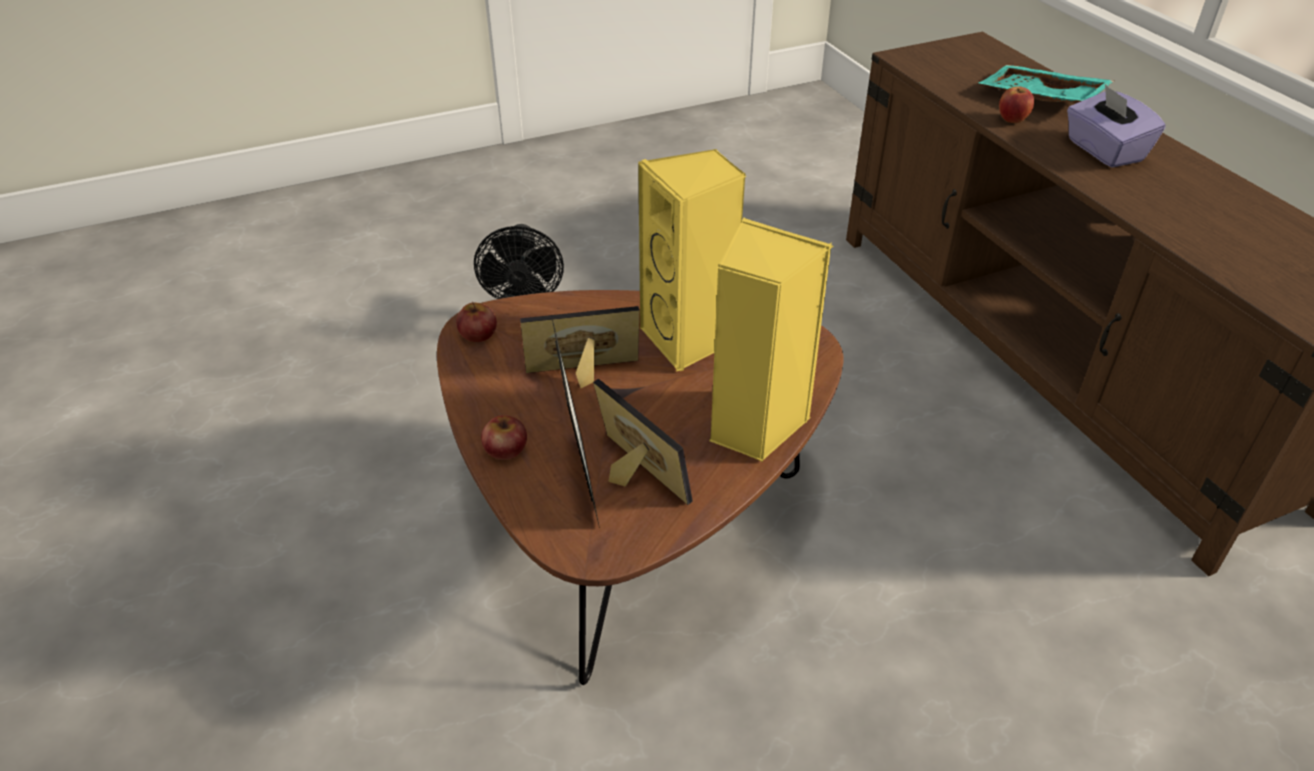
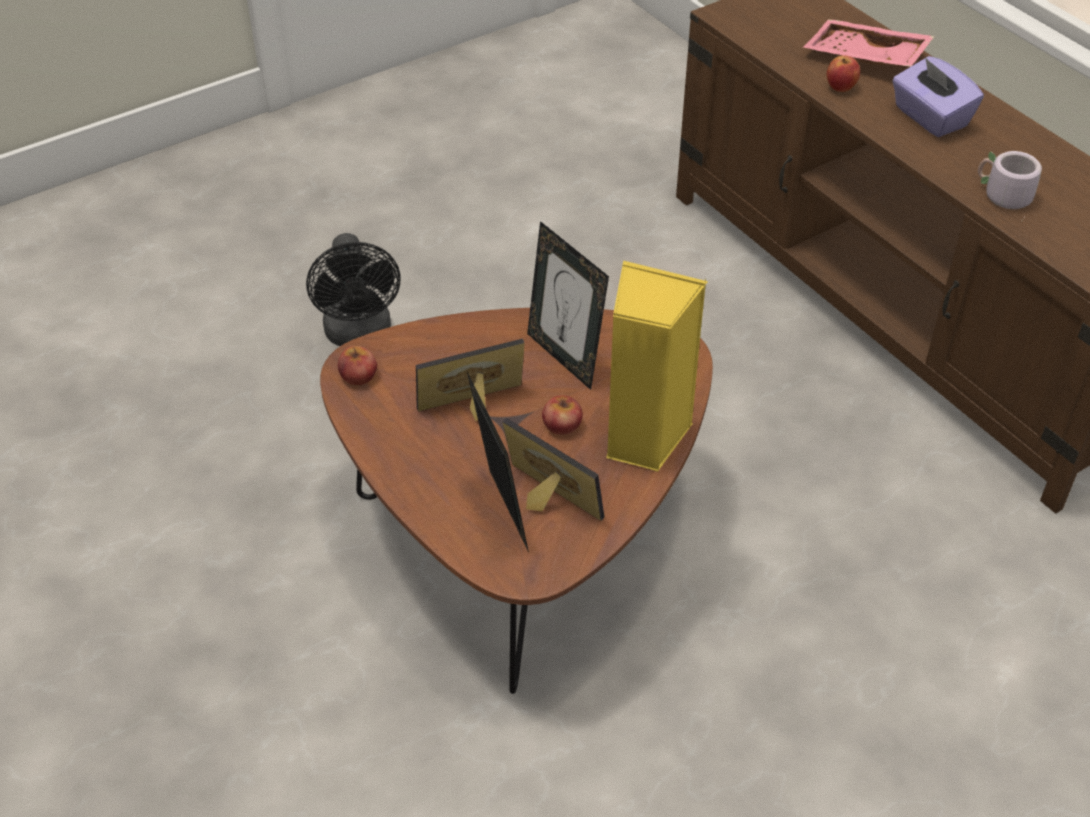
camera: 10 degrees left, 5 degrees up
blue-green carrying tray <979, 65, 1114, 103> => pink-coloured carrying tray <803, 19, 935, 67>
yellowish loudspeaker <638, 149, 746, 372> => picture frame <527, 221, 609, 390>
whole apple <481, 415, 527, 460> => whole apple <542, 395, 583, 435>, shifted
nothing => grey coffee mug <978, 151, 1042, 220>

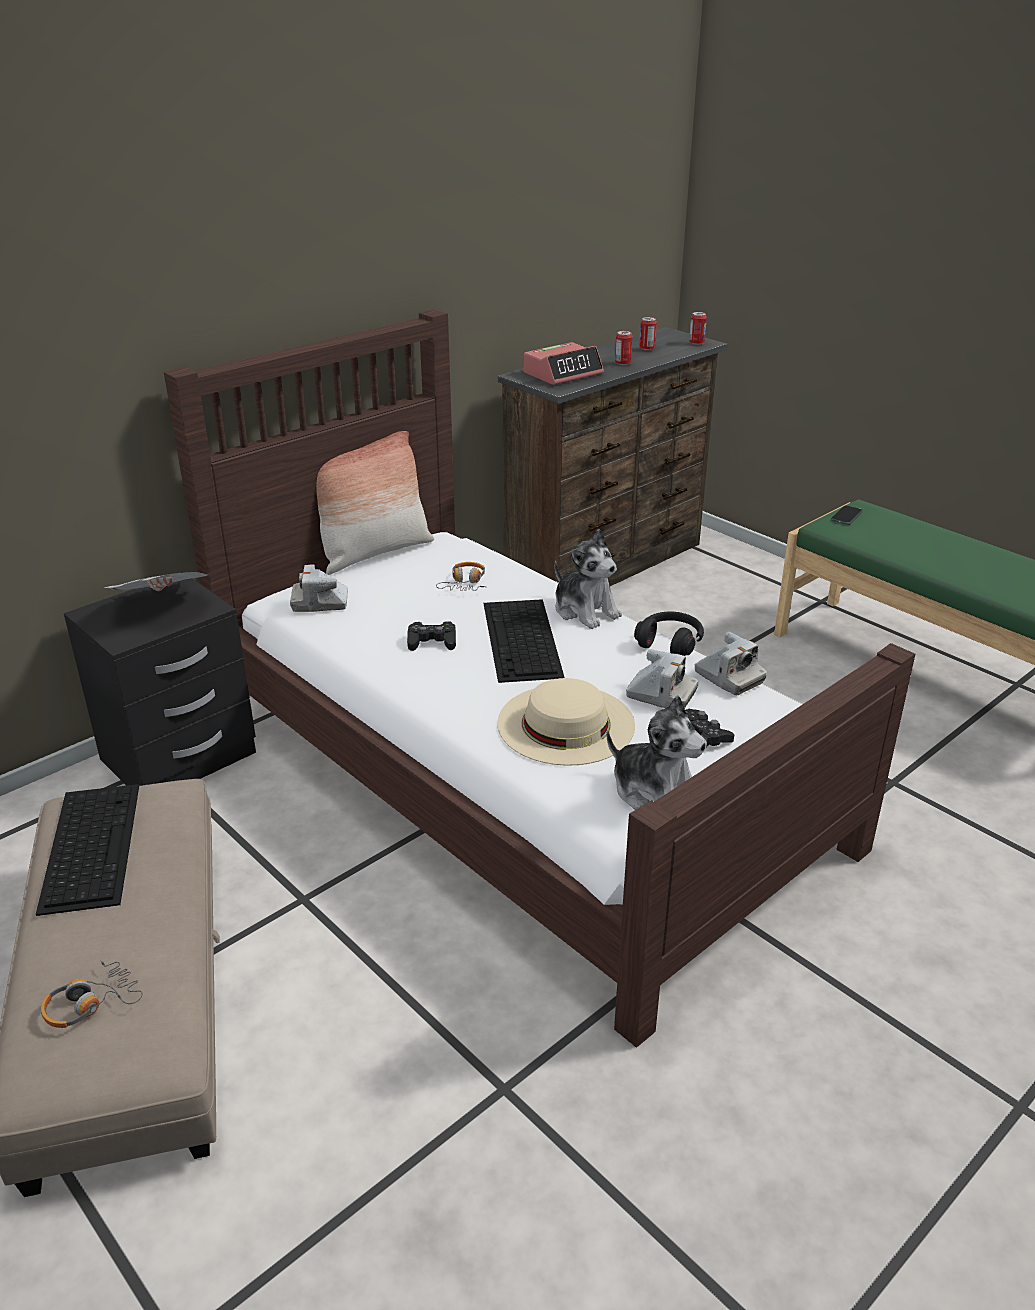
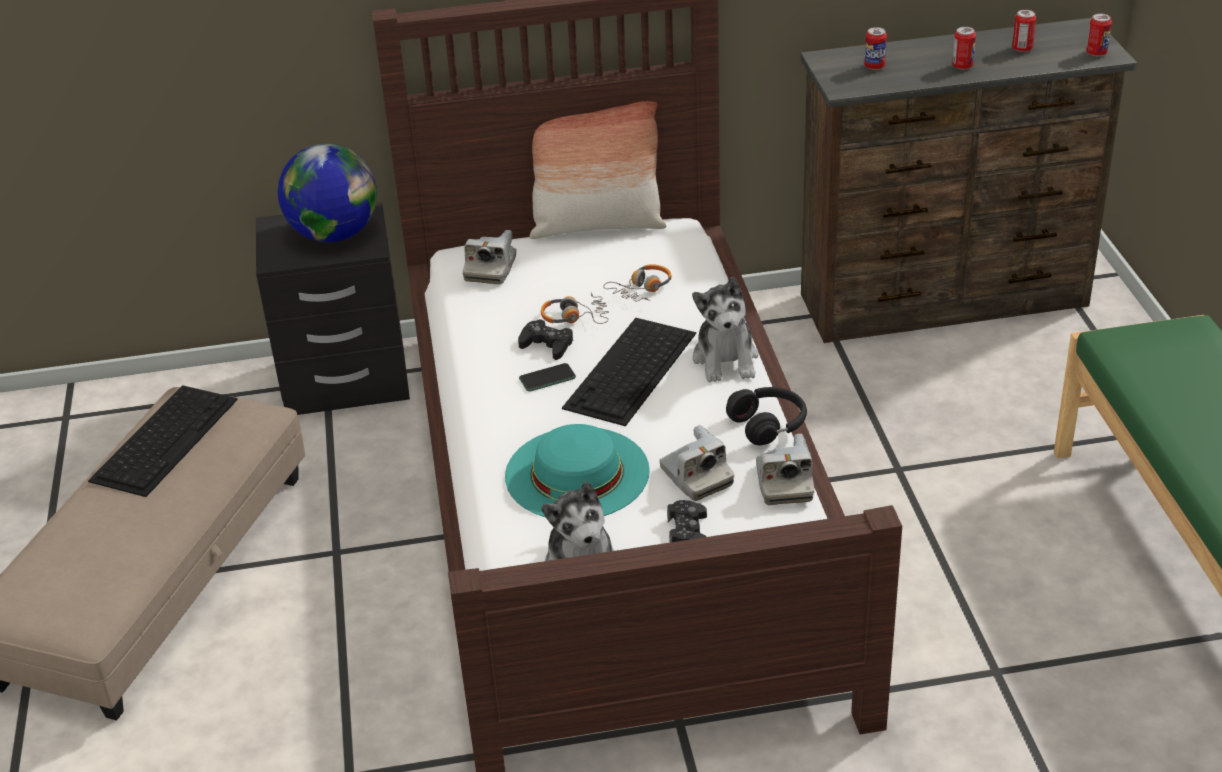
camera: 35 degrees right, 5 degrees up
alarm clock <524, 342, 604, 385> => sealed can <865, 27, 887, 70>
telephone <831, 505, 863, 525> => telephone <519, 363, 576, 392>, shifted
photo camera <290, 564, 348, 612> => photo camera <463, 230, 516, 284>, 105 degrees counterclockwise
printed paper <104, 572, 209, 591> => world globe <278, 144, 377, 242>
beige hat <497, 678, 635, 766> => blue-green hat <505, 424, 650, 517>
headset <41, 959, 143, 1028> => headset <541, 292, 609, 324>, shifted

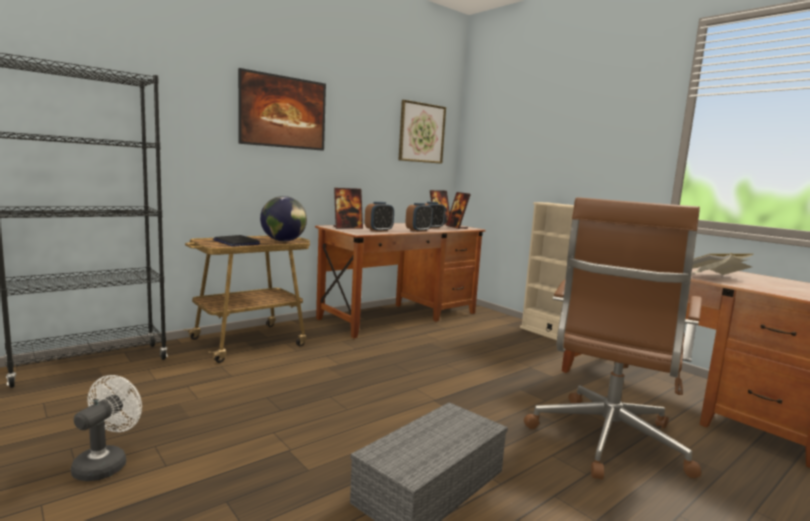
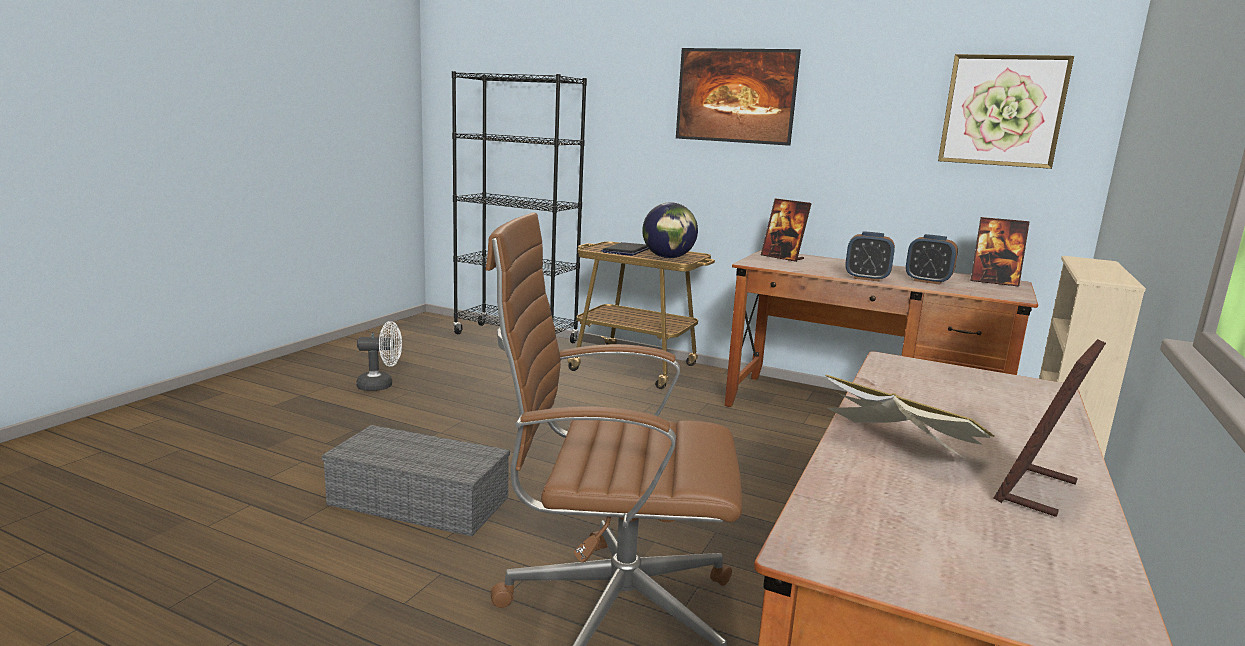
camera: 65 degrees right, 5 degrees up
picture frame <446, 192, 471, 229> => picture frame <994, 339, 1106, 517>, shifted
alarm clock <365, 202, 394, 232> => nothing

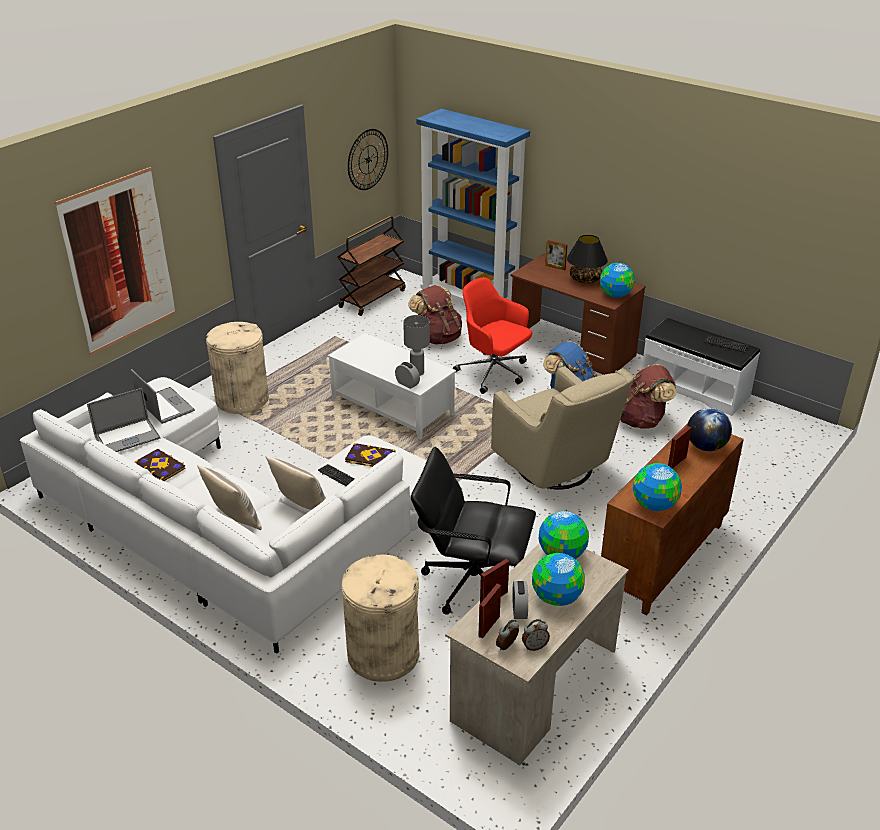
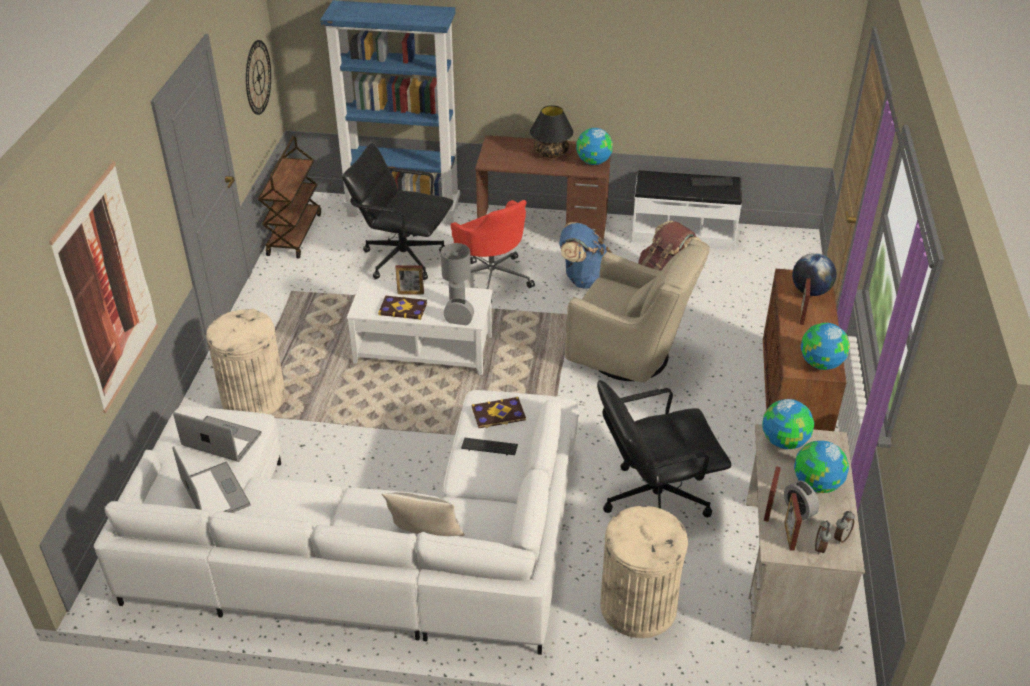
camera: 30 degrees left, 5 degrees up
picture frame <545, 240, 568, 270> => picture frame <395, 265, 424, 295>, shifted
reddish office chair <453, 277, 532, 394> => reddish office chair <451, 200, 535, 303>, 135 degrees counterclockwise
brownish knapsack <408, 285, 462, 345> => blackish office chair <342, 143, 453, 280>
laptop <87, 388, 160, 452> => laptop <173, 446, 251, 516>, 60 degrees counterclockwise
volume <135, 449, 186, 481> => volume <378, 296, 427, 320>, shifted
throw pillow <265, 456, 326, 510> => nothing

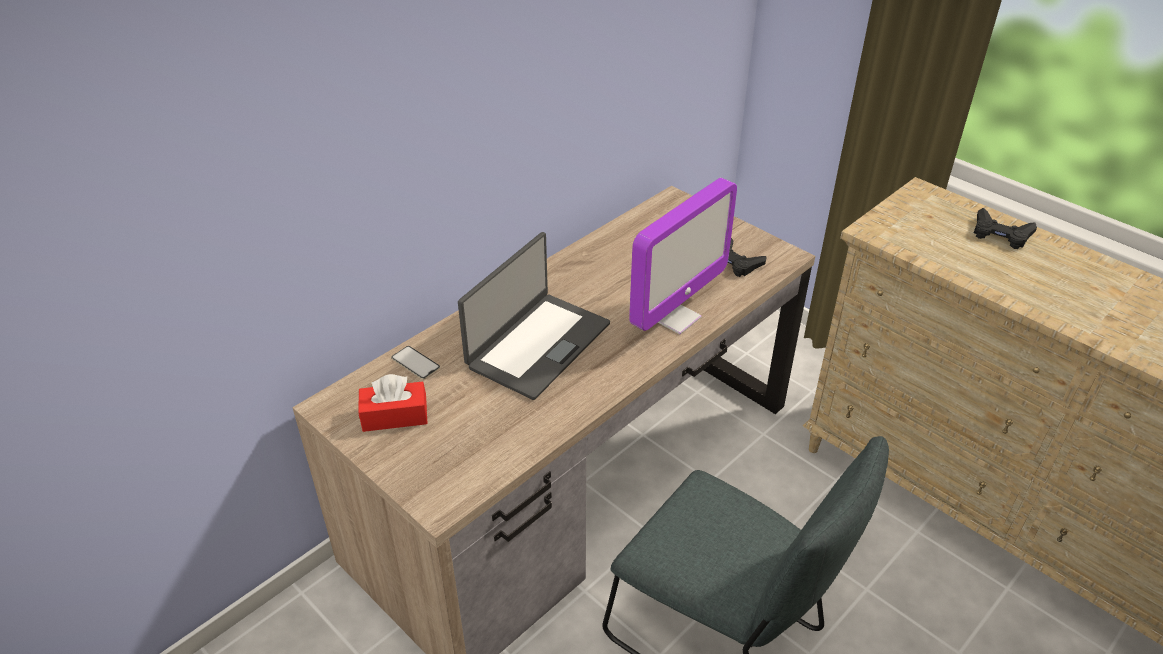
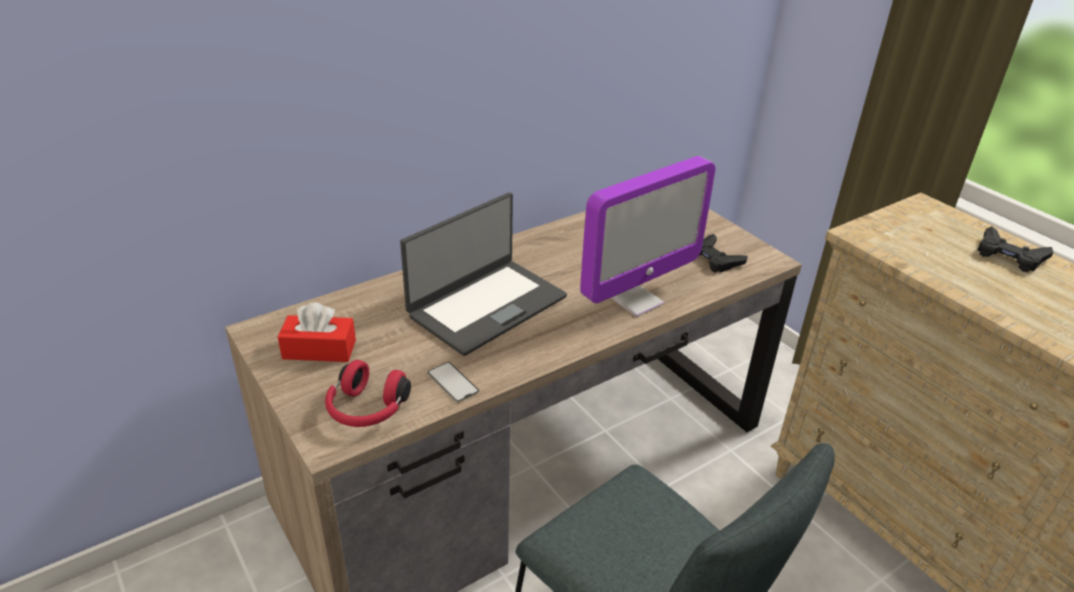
camera: 10 degrees right, 5 degrees down
telephone <391, 346, 440, 379> => telephone <427, 362, 479, 403>, shifted
nothing => reddish headset <325, 360, 411, 427>

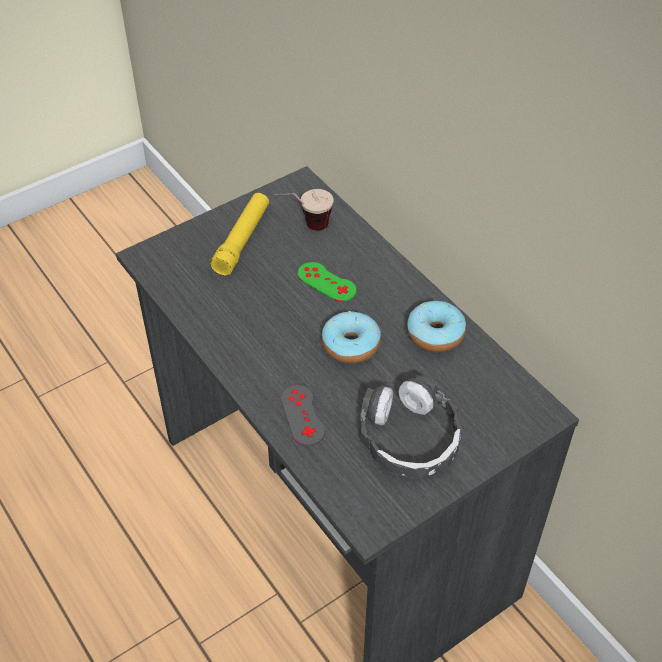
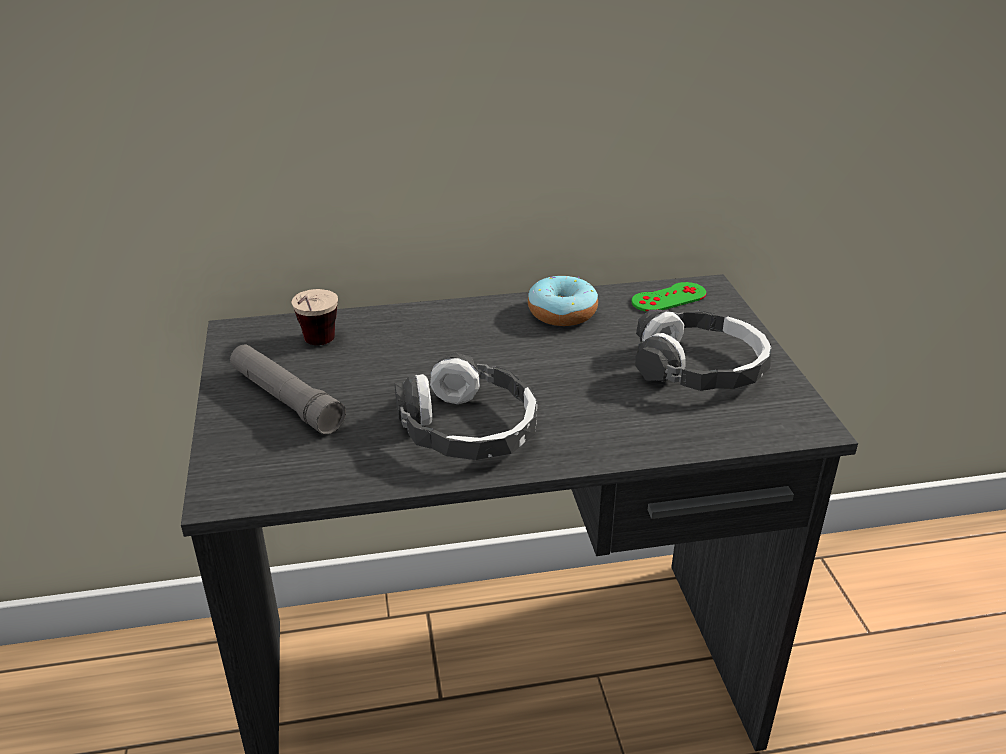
camera: 65 degrees left, 15 degrees down
yellowish hand torch <210, 193, 269, 276> => grey hand torch <230, 344, 346, 435>
green-coloured game controller <298, 262, 357, 302> => green-coloured game controller <632, 282, 706, 312>, shifted
doughnut <322, 311, 381, 363> => nothing
grey game controller <281, 385, 325, 446> => nothing
nothing => headset <395, 352, 538, 460>

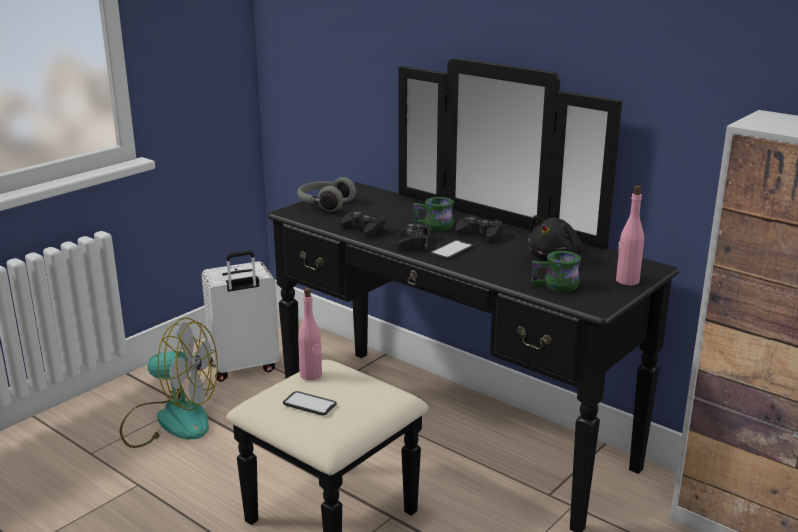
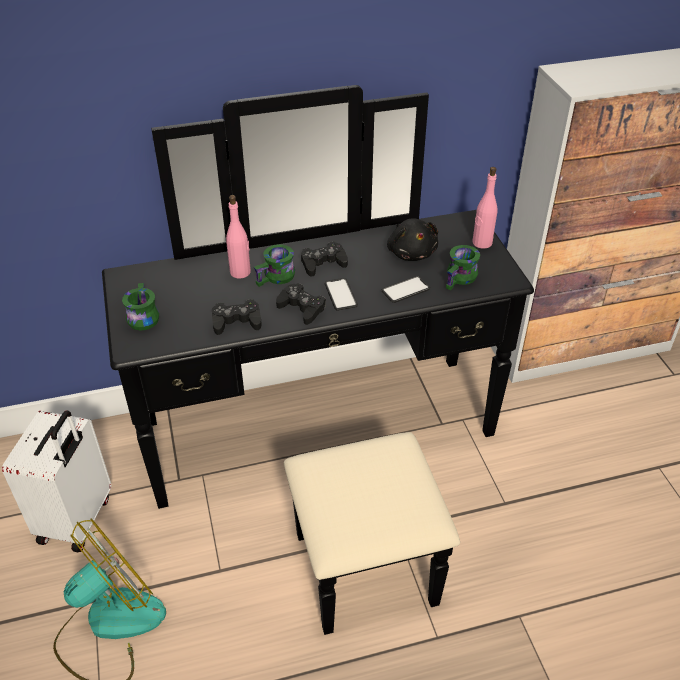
camera: 55 degrees left, 20 degrees up
grey headset <297, 177, 356, 212> => green-coloured coffee mug <122, 283, 159, 330>
pink-coloured bottle <298, 287, 322, 381> => pink-coloured bottle <226, 195, 251, 279>, shifted
telephone <283, 391, 337, 415> => telephone <381, 276, 430, 303>, shifted

